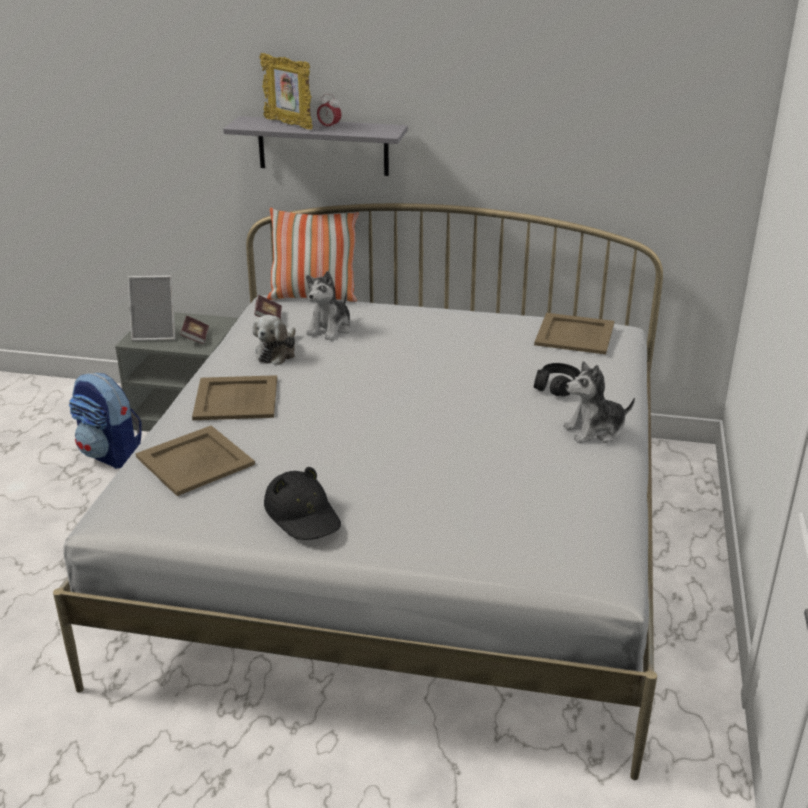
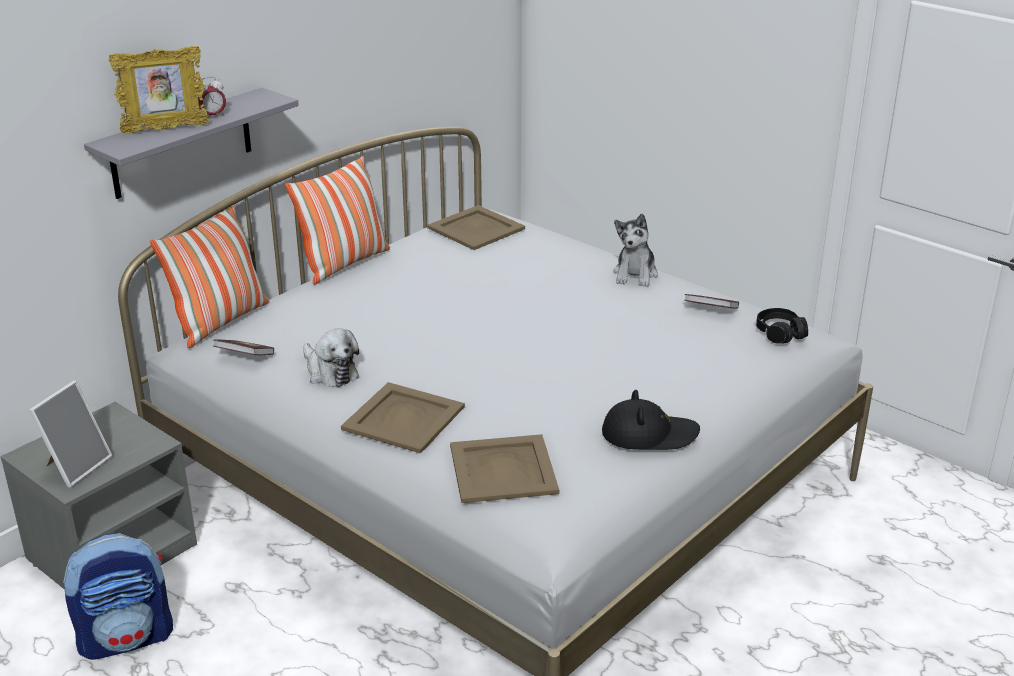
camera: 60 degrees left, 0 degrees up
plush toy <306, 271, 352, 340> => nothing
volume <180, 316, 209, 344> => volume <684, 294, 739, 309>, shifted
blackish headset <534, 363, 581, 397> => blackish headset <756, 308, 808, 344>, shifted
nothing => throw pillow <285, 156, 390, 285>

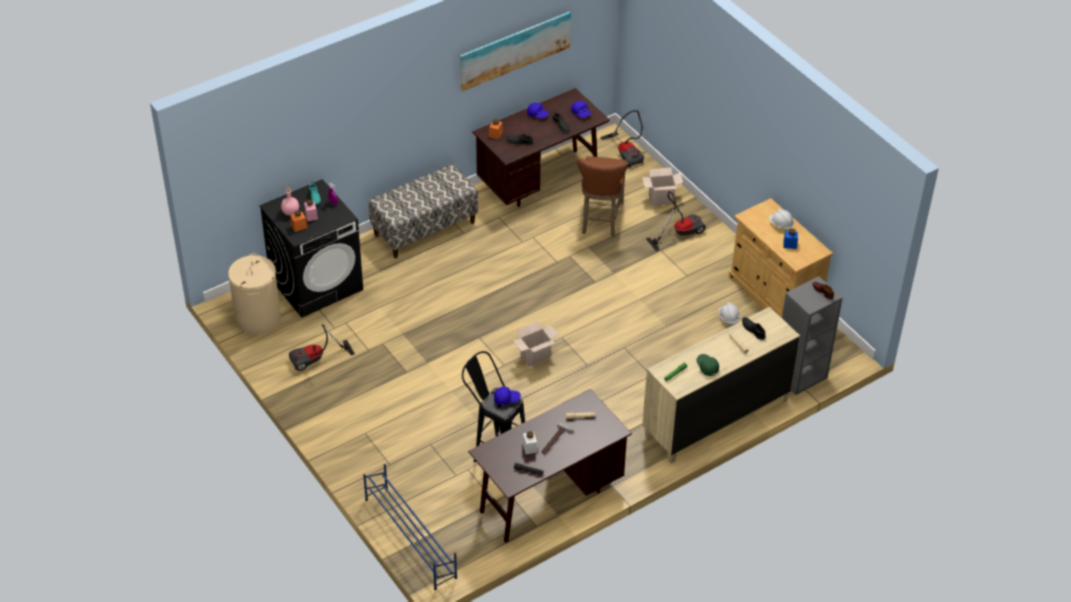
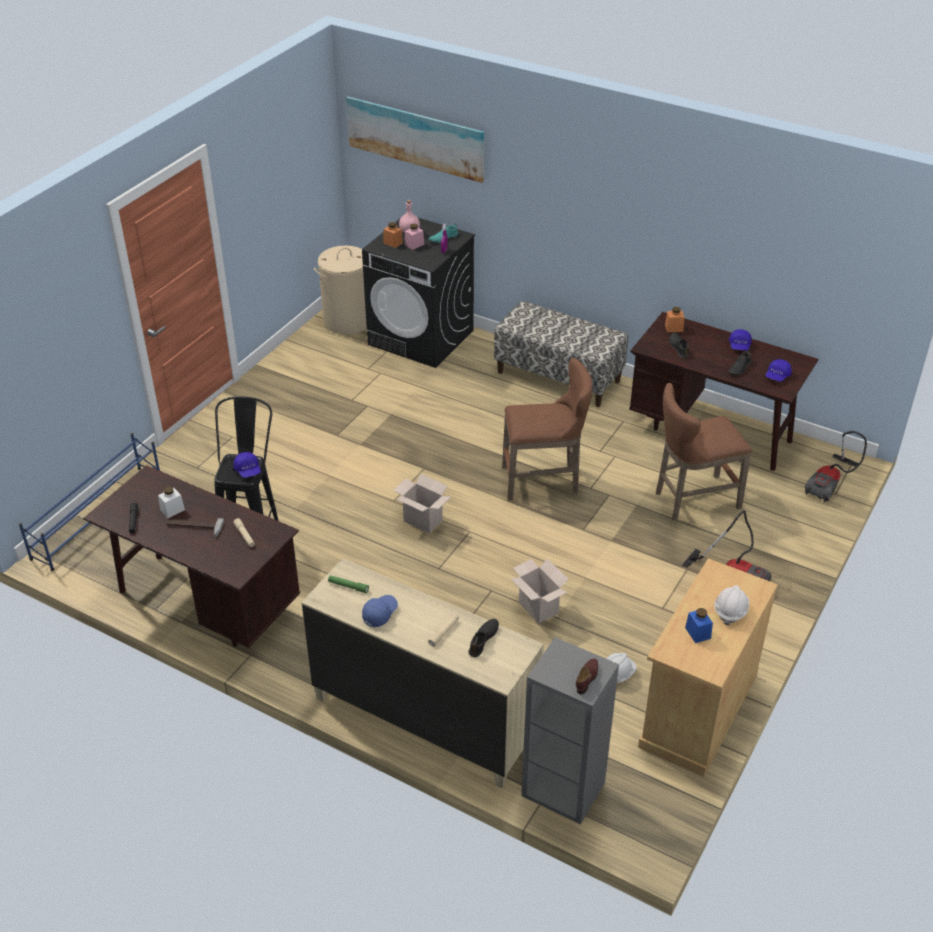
camera: 65 degrees right, 5 degrees down
wall picture <460, 12, 571, 92> => wall picture <346, 97, 484, 183>, shifted
cardboard box <642, 168, 683, 206> => cardboard box <511, 559, 568, 623>, shifted
vacuum cleaner <289, 324, 355, 371> => nothing
green-coloured cap <696, 354, 719, 376> => blue cap <362, 595, 398, 627>
nothing => brownish stool <502, 358, 593, 501>

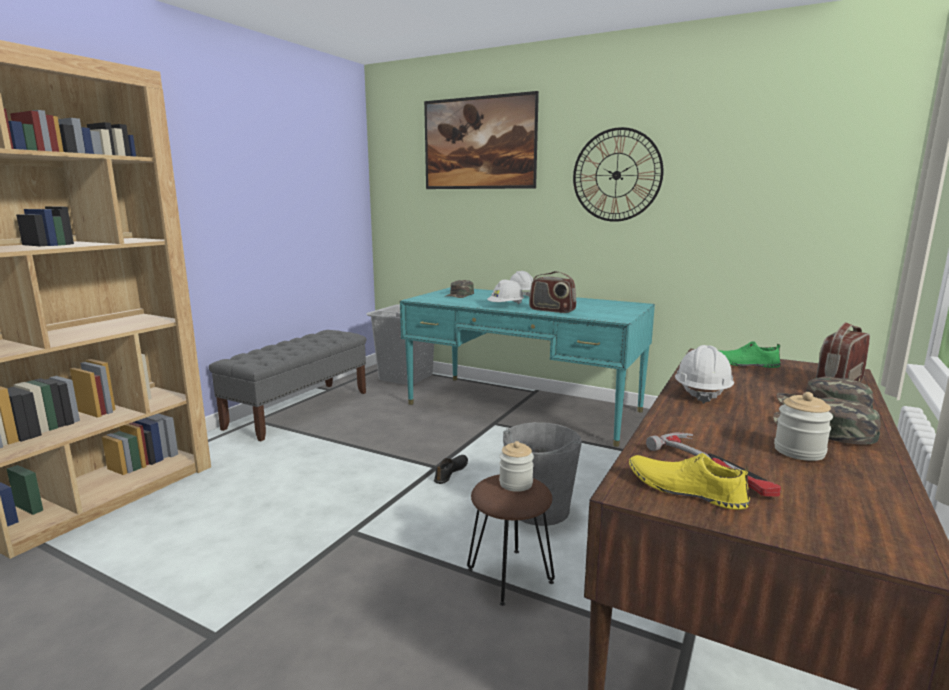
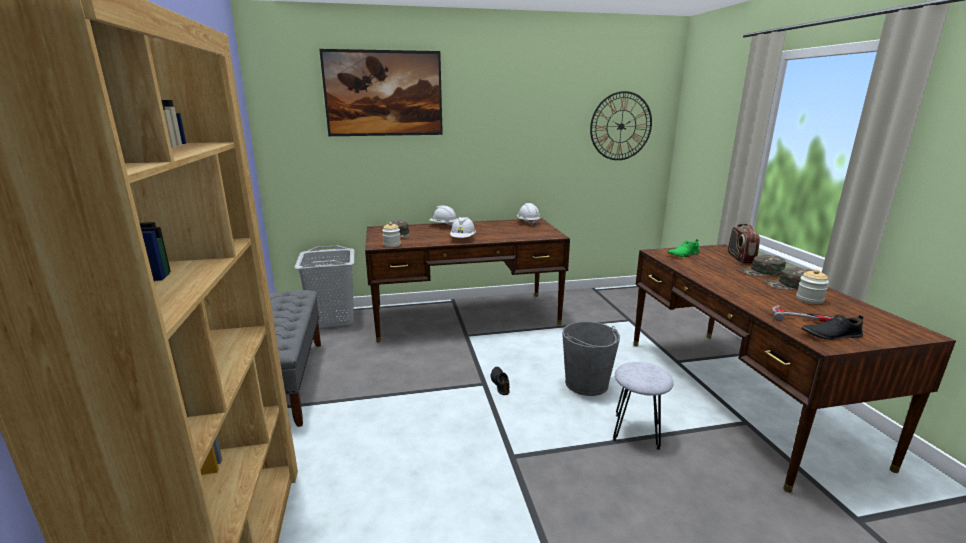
camera: 40 degrees left, 5 degrees up
hanging clock <573, 127, 663, 222> => hanging clock <590, 91, 652, 160>, shifted
radio set <529, 271, 576, 313> => nothing
blue-green desk table <400, 287, 655, 447> => brownish desk table <365, 218, 570, 342>
white hard hat <675, 345, 734, 404> => white hard hat <517, 203, 541, 226>, shifted
jar <499, 441, 534, 492> => jar <382, 222, 401, 247>, shifted
yellowish item of footwear <629, 453, 750, 510> => blackish item of footwear <801, 314, 863, 340>
brownish stool <467, 474, 555, 606> => grey stool <613, 362, 674, 450>

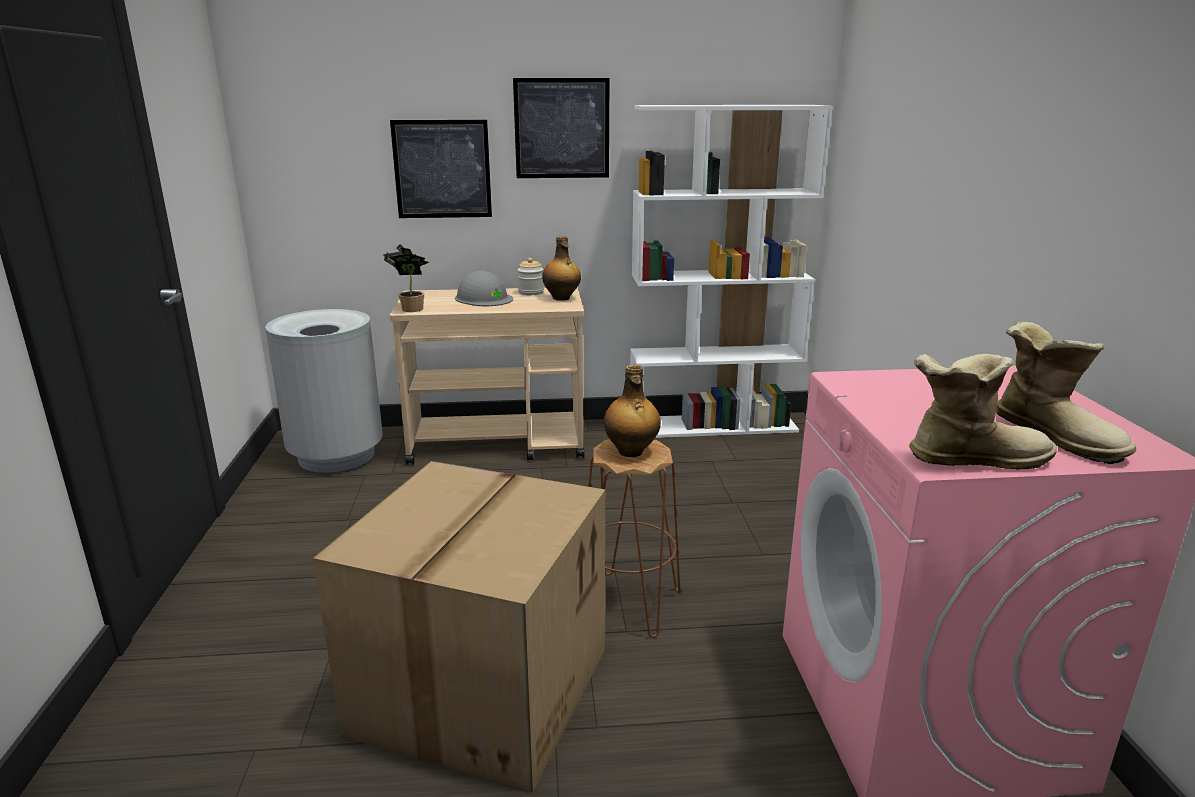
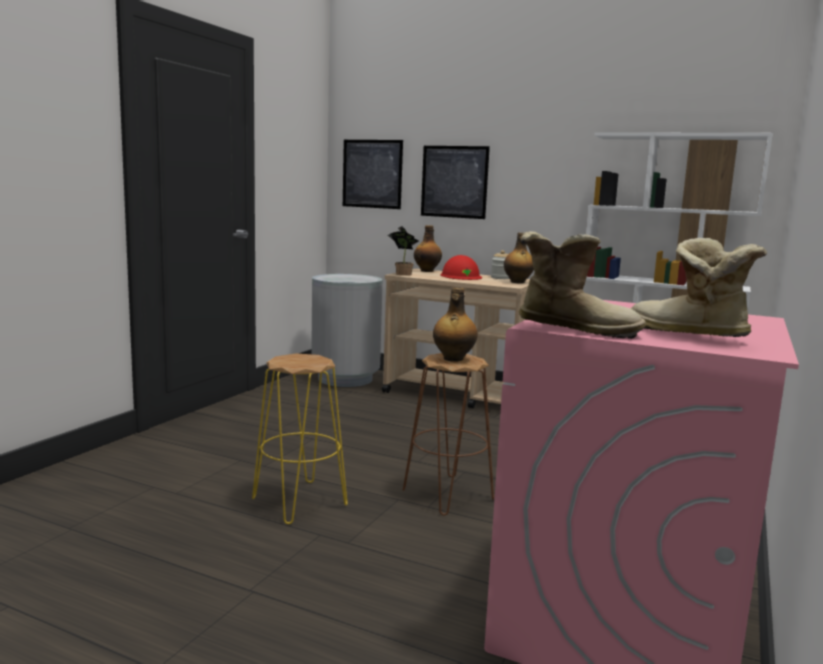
camera: 30 degrees right, 10 degrees down
wall picture <513, 78, 609, 178> => wall picture <343, 140, 403, 209>, shifted
grey hard hat <455, 271, 513, 306> => reddish hard hat <440, 255, 482, 280>
high-top boot <996, 322, 1136, 464> => high-top boot <630, 238, 767, 337>, 135 degrees clockwise
cardboard box <313, 461, 605, 793> => yellowish stool <252, 354, 348, 524>
nothing => bottle <414, 225, 442, 272>

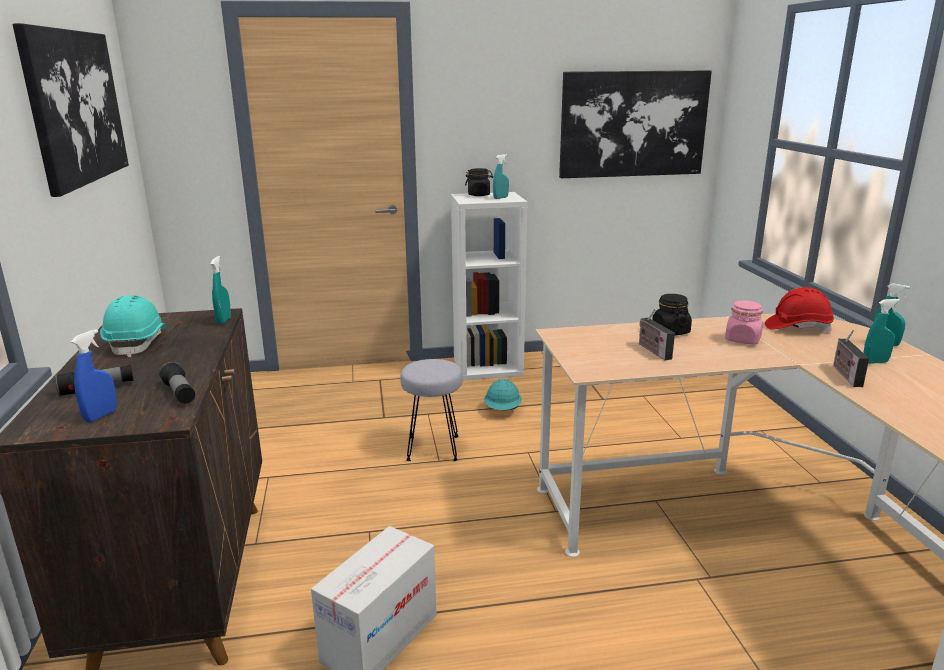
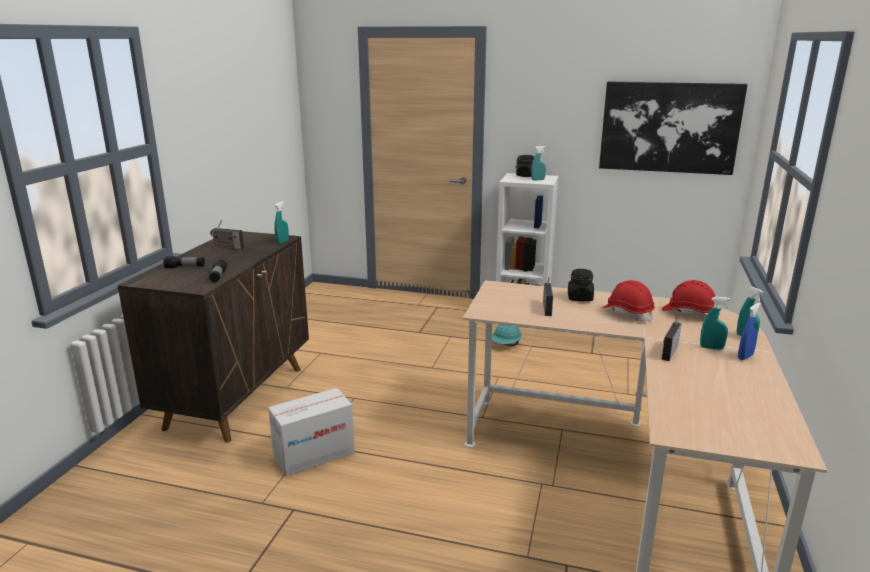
camera: 25 degrees right, 0 degrees up
wall picture <13, 23, 129, 197> => nothing
blue-green hard hat <100, 295, 166, 357> => radio set <210, 220, 244, 250>
pink-coloured jar <725, 300, 763, 344> => reddish hard hat <602, 280, 655, 322>
blue sprayer <71, 329, 117, 422> => blue sprayer <738, 303, 761, 360>, shifted
grey stool <400, 359, 463, 461> => nothing

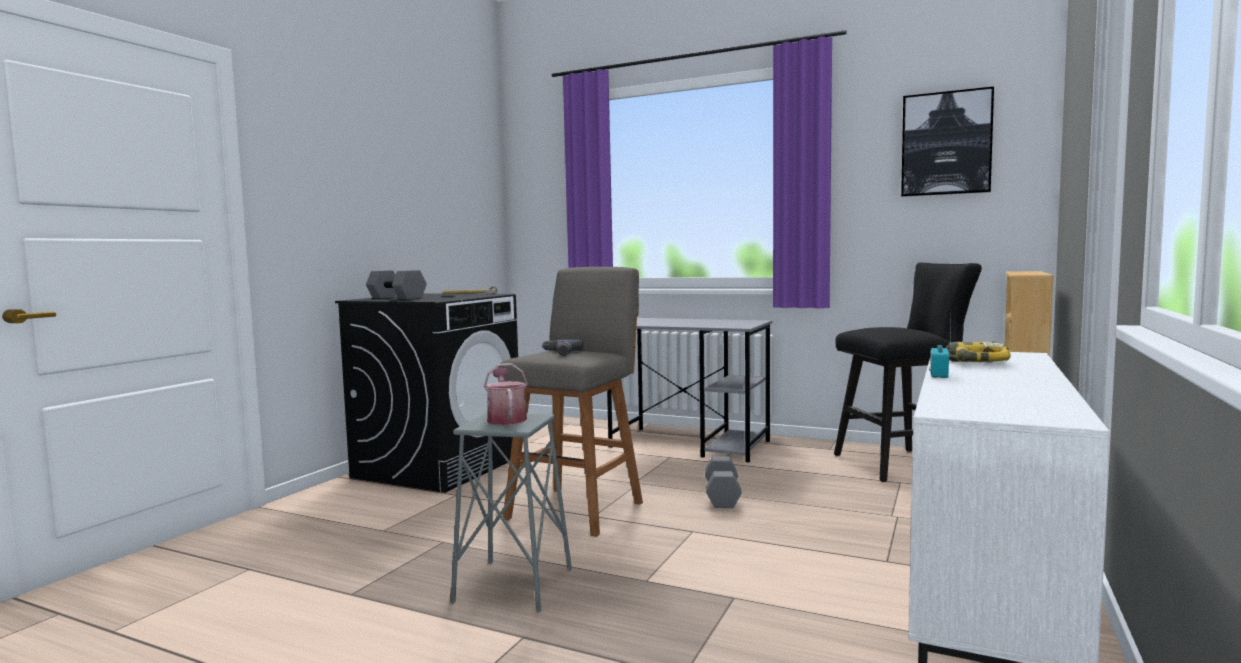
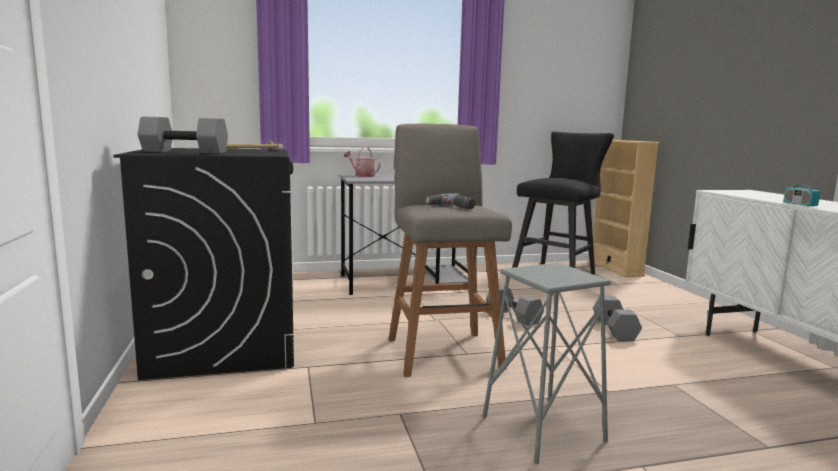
camera: 40 degrees left, 5 degrees up
wall picture <901, 87, 994, 197> => nothing
drill <946, 341, 1011, 363> => nothing
watering pot <484, 363, 528, 425> => watering pot <344, 147, 381, 177>, shifted
nothing => grey hand weight <593, 296, 642, 341>

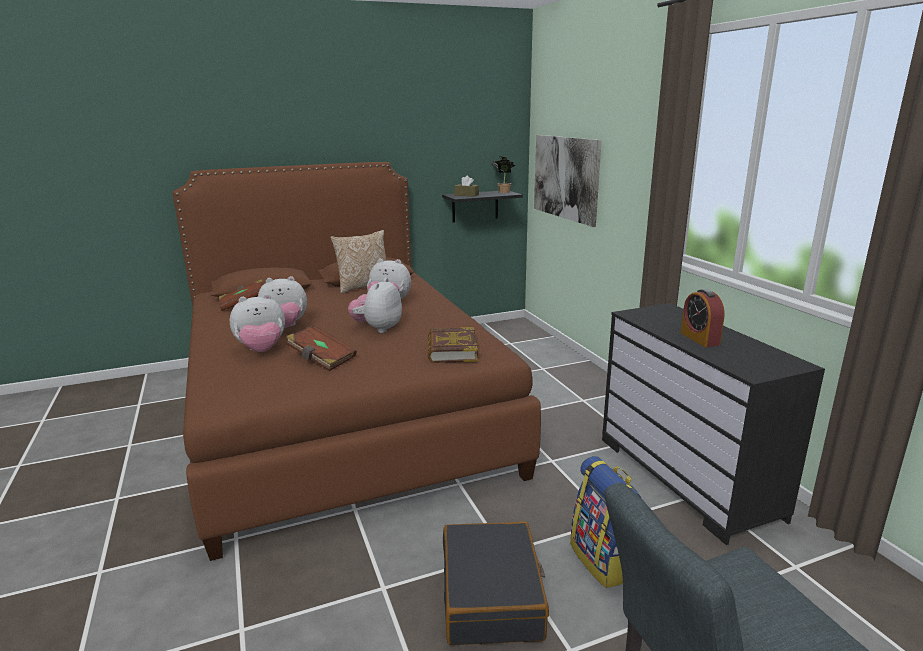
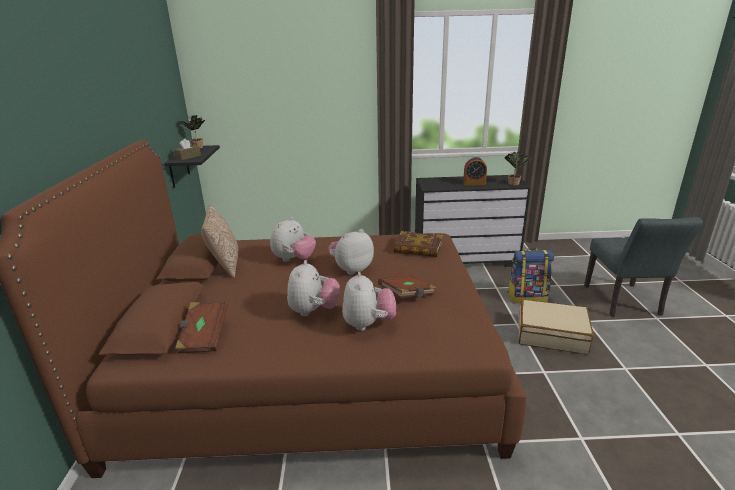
camera: 70 degrees left, 5 degrees up
wall picture <534, 135, 602, 227> => nothing
plush toy <348, 278, 402, 333> => plush toy <328, 229, 374, 275>, 105 degrees clockwise
blackish travel case <443, 521, 549, 645> => beige travel case <518, 299, 594, 354>
nothing => houseplant <504, 151, 532, 185>

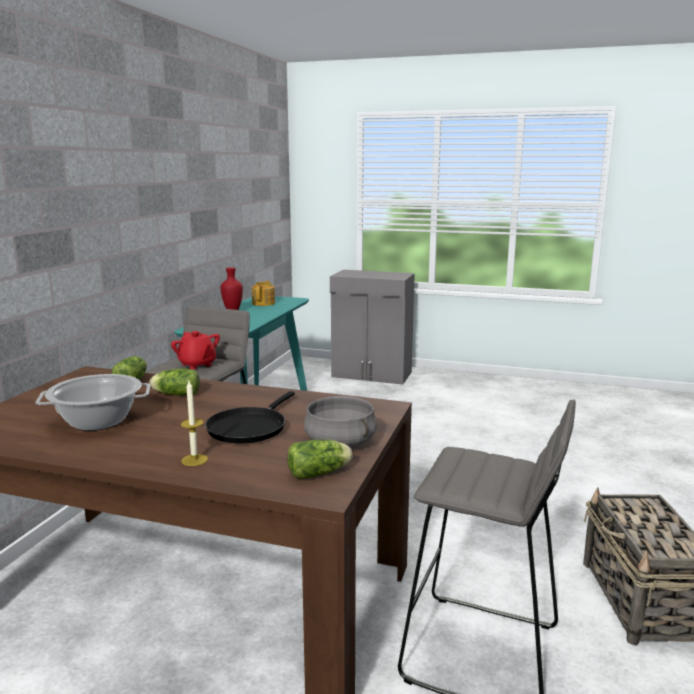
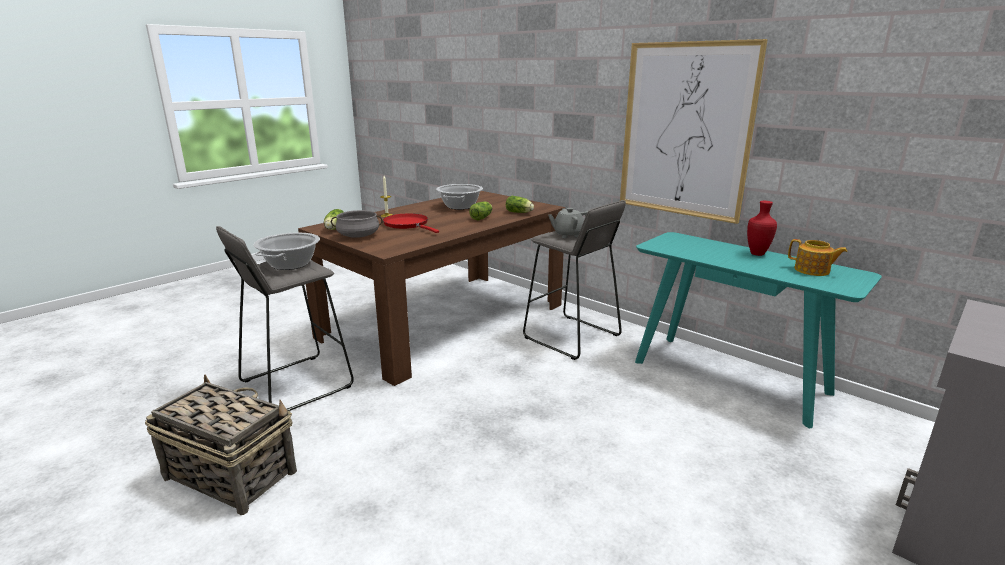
camera: 115 degrees right, 5 degrees up
reddish tea pot <171, 331, 220, 370> => grey tea pot <548, 208, 588, 238>
blackish skillet <205, 391, 295, 444> => reddish skillet <383, 213, 439, 233>
nothing => wall picture <620, 39, 768, 224>
nothing => stockpot <253, 233, 320, 270>

